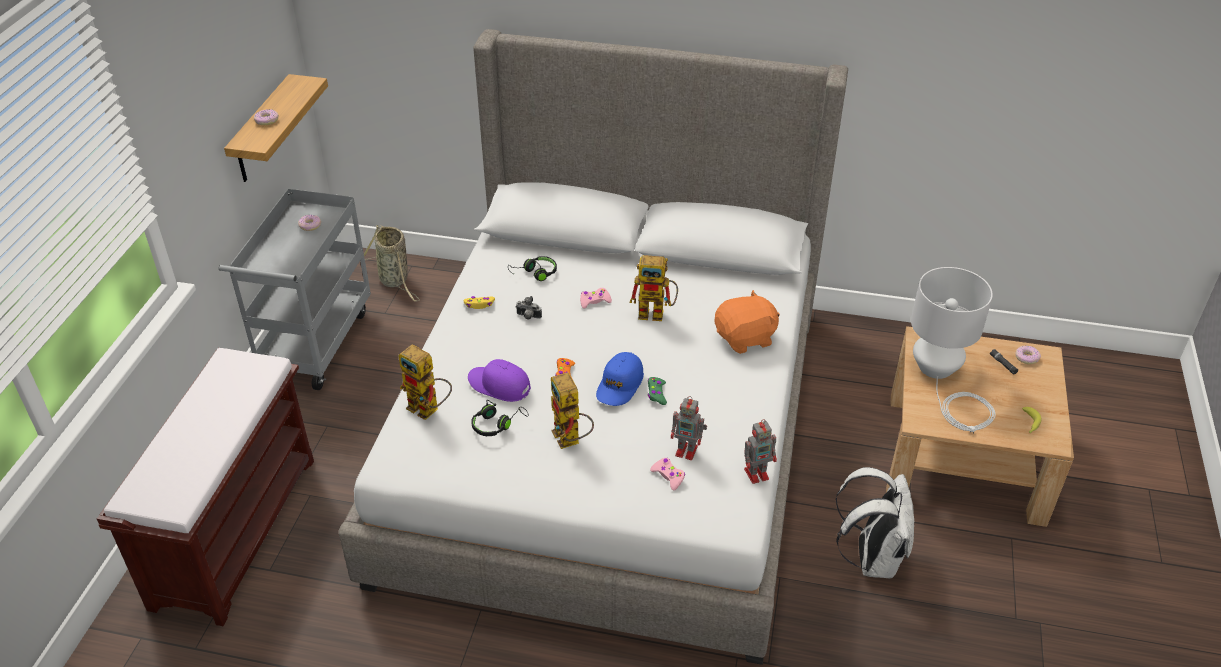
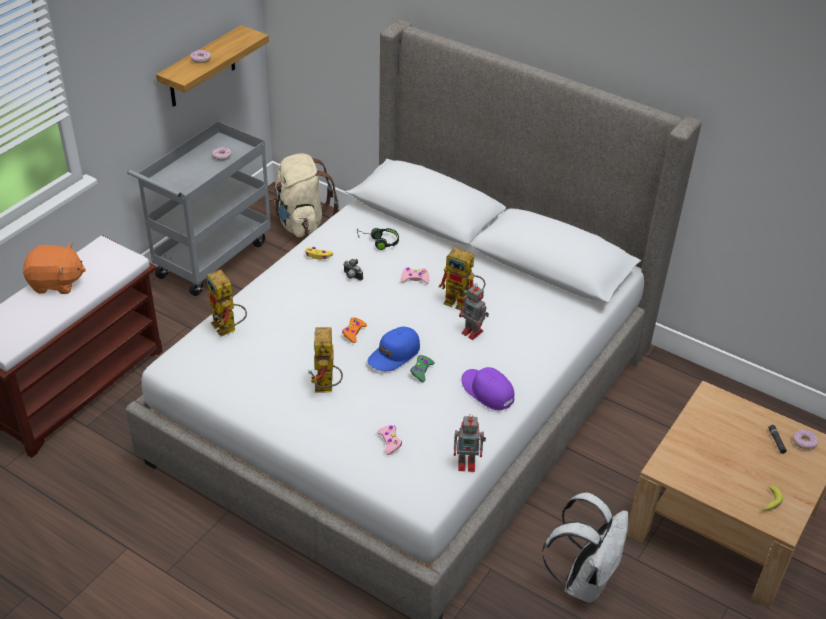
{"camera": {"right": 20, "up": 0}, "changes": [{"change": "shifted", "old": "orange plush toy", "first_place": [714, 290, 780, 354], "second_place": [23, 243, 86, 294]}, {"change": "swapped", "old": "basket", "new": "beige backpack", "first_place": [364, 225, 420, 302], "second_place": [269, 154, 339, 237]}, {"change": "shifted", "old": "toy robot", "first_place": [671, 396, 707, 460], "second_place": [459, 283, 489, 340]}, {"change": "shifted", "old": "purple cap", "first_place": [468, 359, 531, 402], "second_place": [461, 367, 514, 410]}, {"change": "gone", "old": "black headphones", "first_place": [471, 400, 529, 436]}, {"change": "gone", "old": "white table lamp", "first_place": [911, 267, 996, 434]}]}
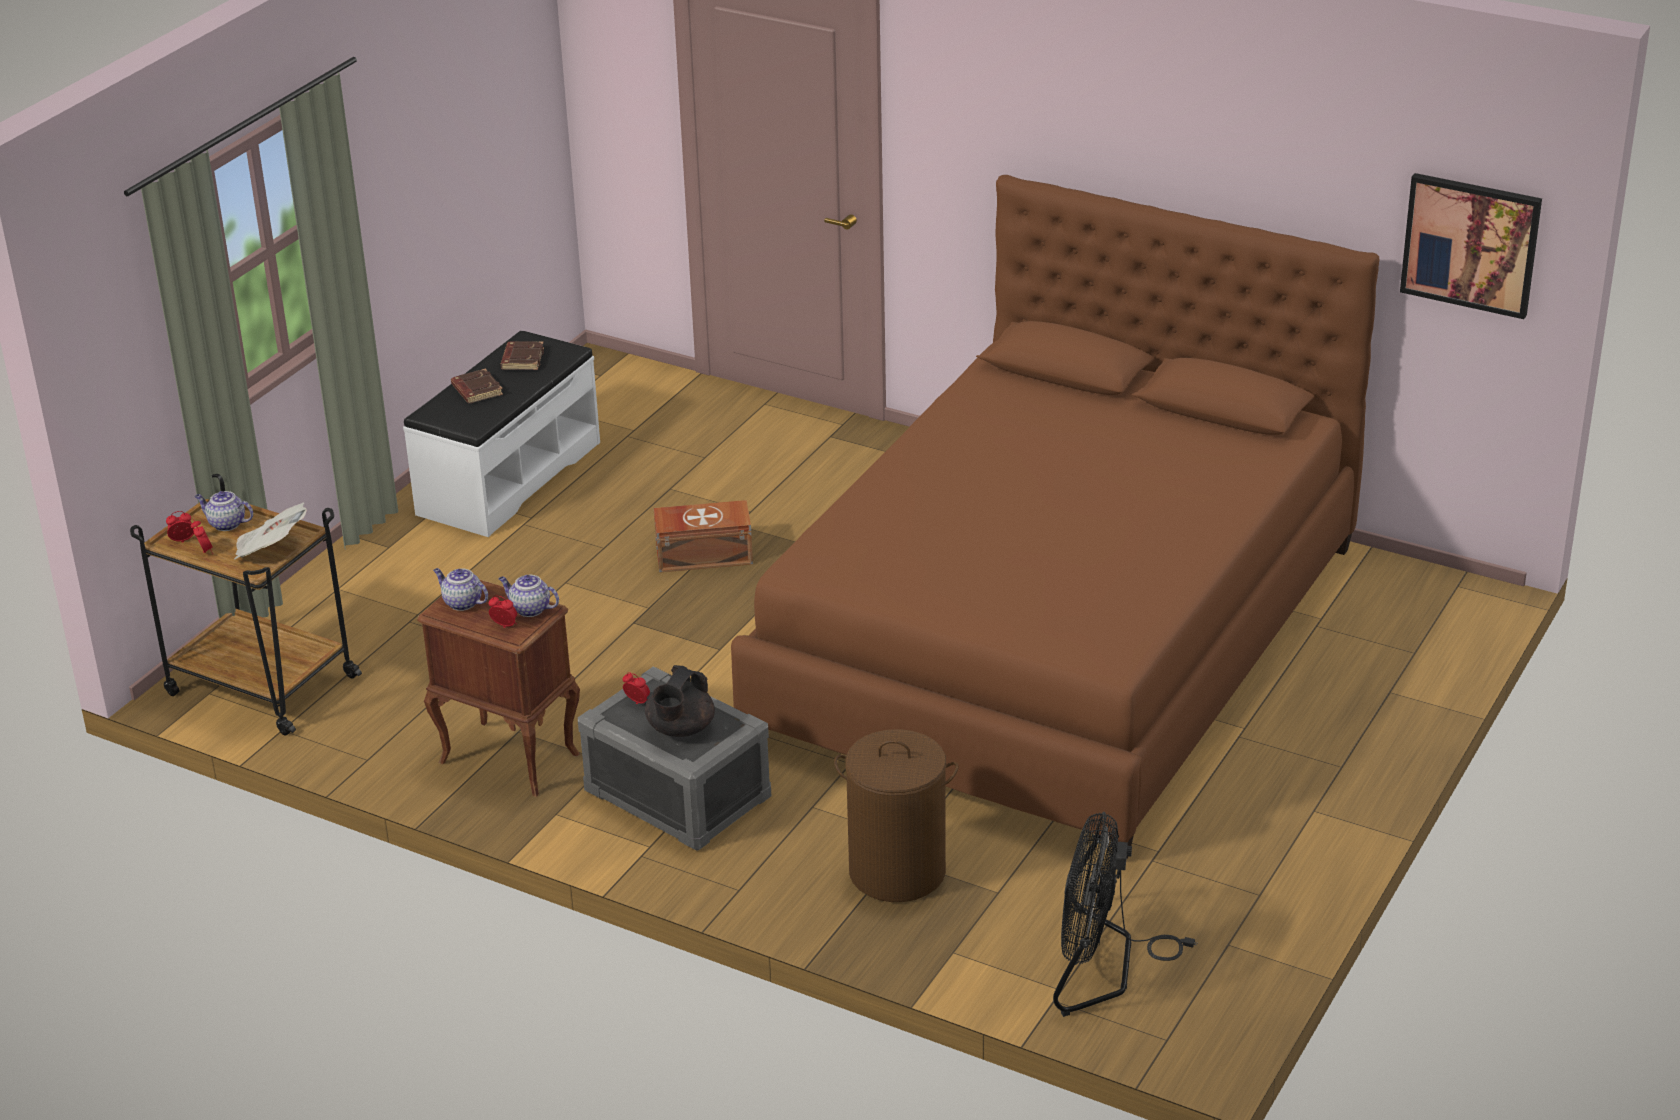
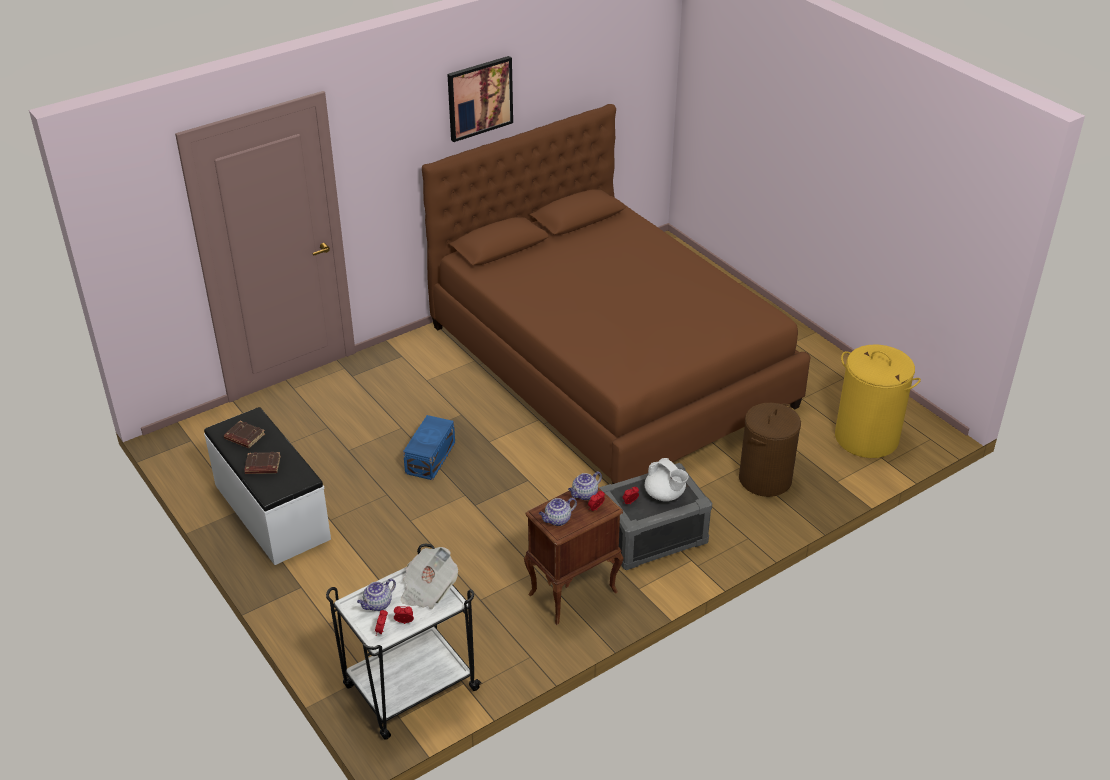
{"camera": {"right": -65, "up": 5}, "changes": [{"change": "repainted", "old": "brown cart", "new": "white cart", "first_place": [130, 474, 362, 736], "second_place": [326, 544, 481, 740]}, {"change": "repainted", "old": "brown storage box", "new": "blue storage box", "first_place": [654, 500, 753, 573], "second_place": [403, 415, 455, 480]}, {"change": "shifted", "old": "picture", "first_place": [1400, 173, 1542, 319], "second_place": [447, 56, 513, 142]}, {"change": "repainted", "old": "black teapot", "new": "white teapot", "first_place": [645, 665, 715, 737], "second_place": [645, 458, 689, 501]}, {"change": "swapped", "old": "black fan", "new": "yellow laundry basket", "first_place": [1053, 812, 1198, 1017], "second_place": [835, 344, 921, 458]}]}
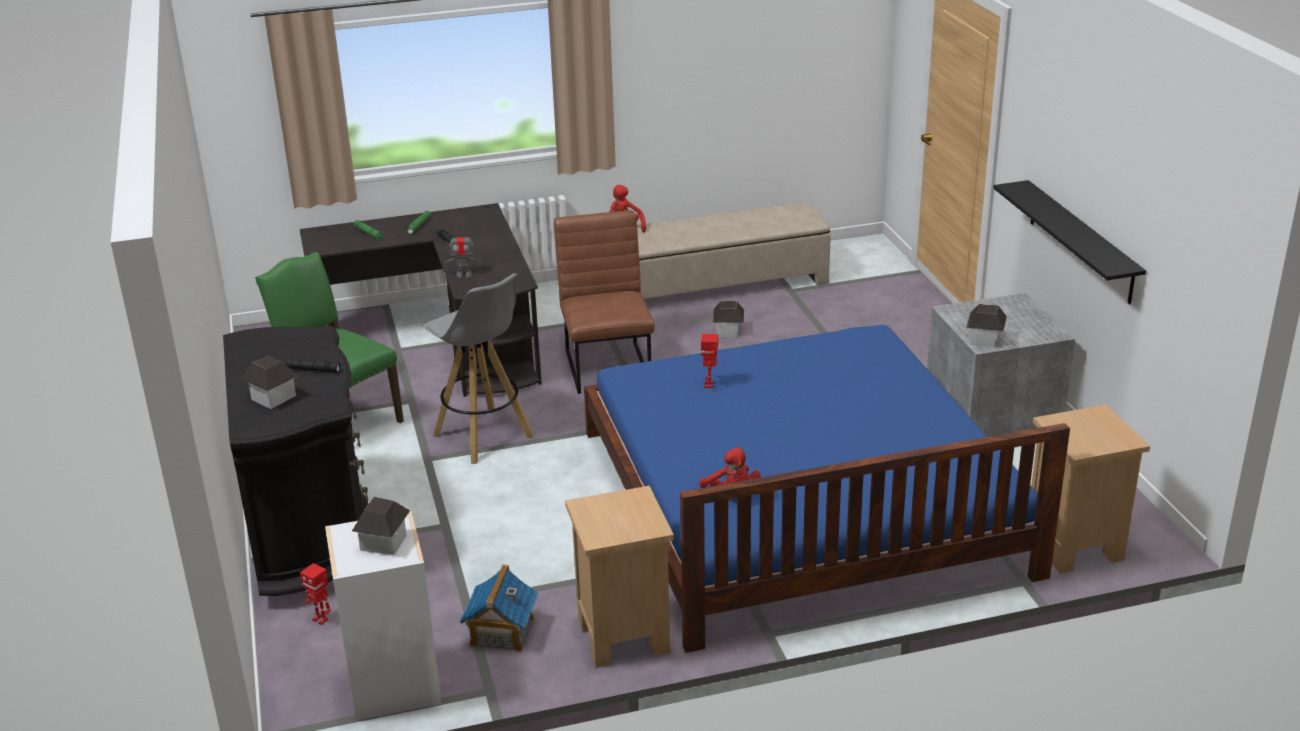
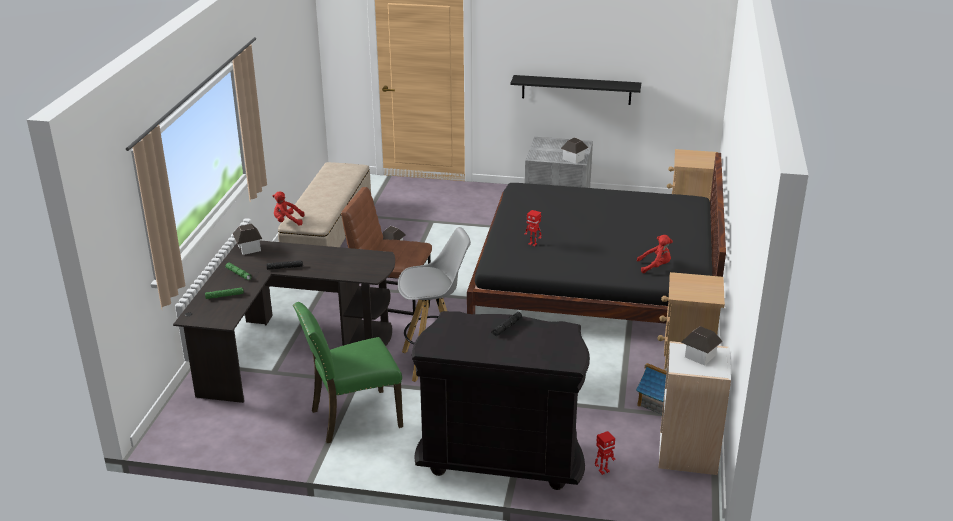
{"camera": {"right": -65, "up": 0}, "changes": [{"change": "shifted", "old": "toy house", "first_place": [241, 356, 298, 409], "second_place": [233, 224, 262, 255]}, {"change": "repainted", "old": "blue bed", "new": "black bed", "first_place": [584, 325, 1070, 653], "second_place": [467, 153, 726, 324]}, {"change": "gone", "old": "toy robot", "first_place": [445, 230, 481, 278]}]}
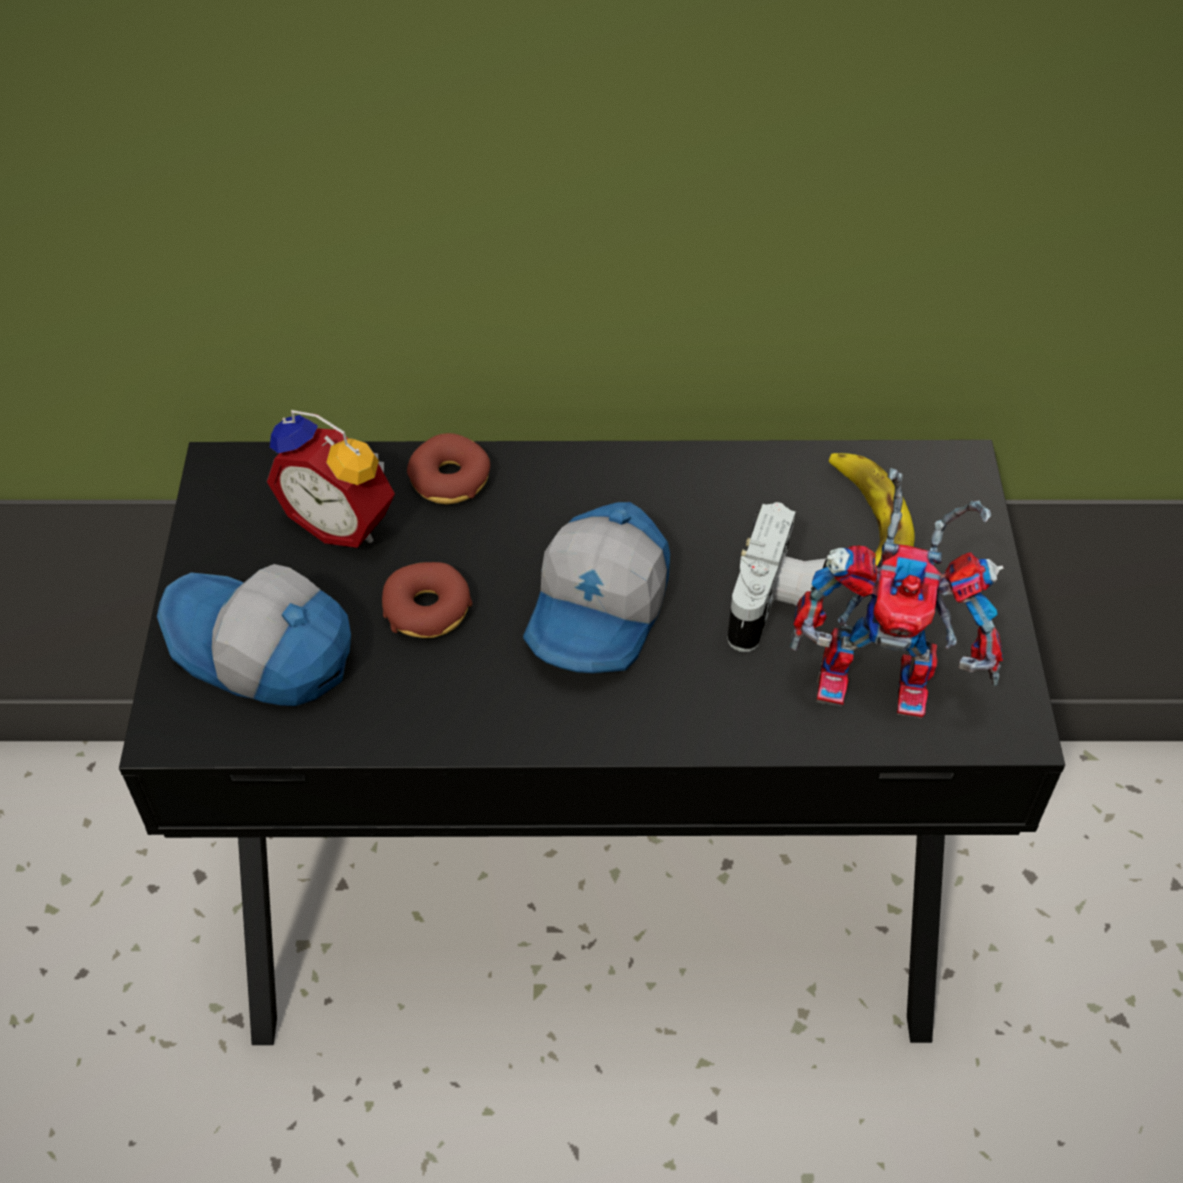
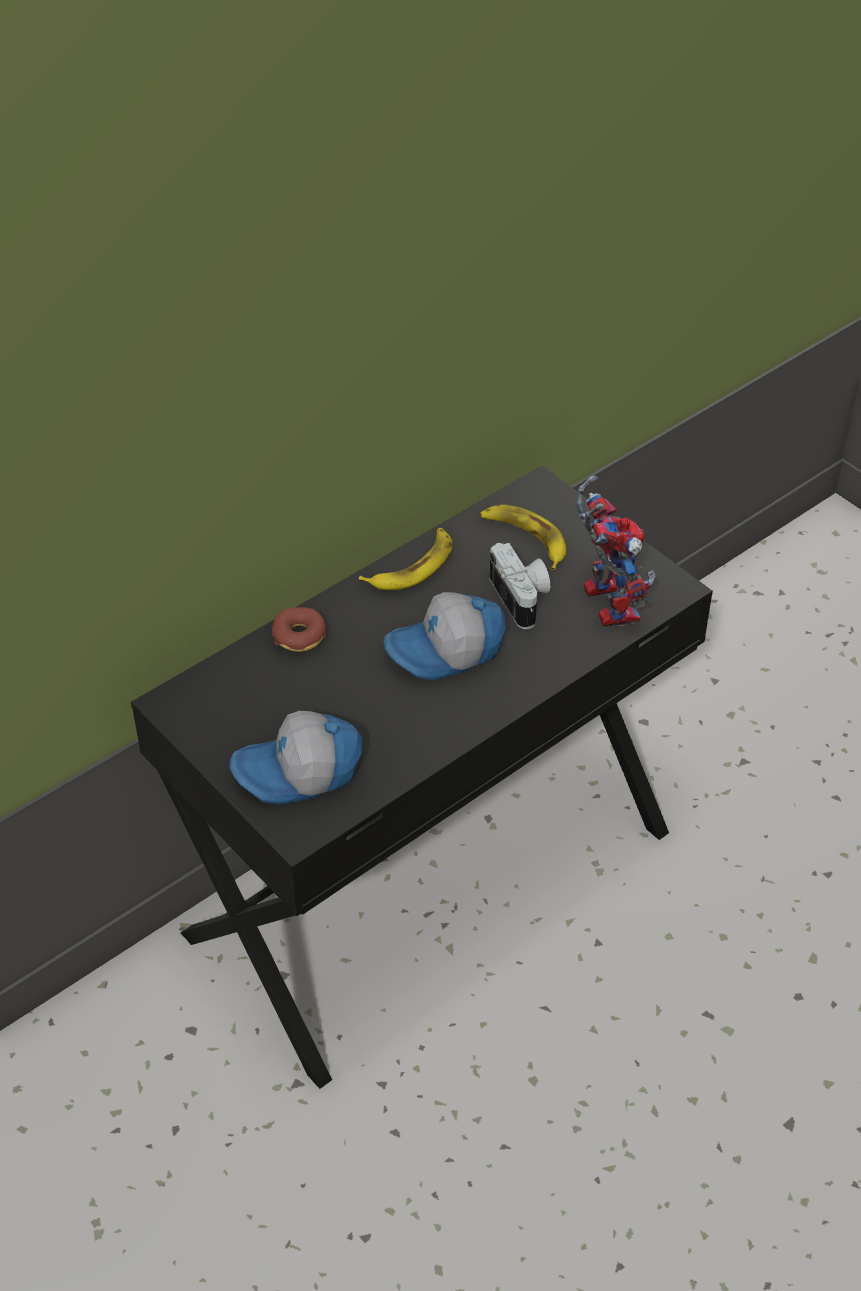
{"camera": {"right": -40, "up": -5}, "changes": [{"change": "new", "new": "banana", "second_place": [359, 528, 453, 590]}, {"change": "rotated", "old": "cap", "first_place": [523, 502, 670, 673], "second_place": [383, 592, 506, 680], "degrees": 90}, {"change": "rotated", "old": "toy robot", "first_place": [789, 468, 1004, 719], "second_place": [577, 476, 656, 628], "degrees": -75}, {"change": "gone", "old": "alarm clock", "first_place": [267, 410, 395, 548]}, {"change": "gone", "old": "donut", "first_place": [382, 562, 472, 638]}]}
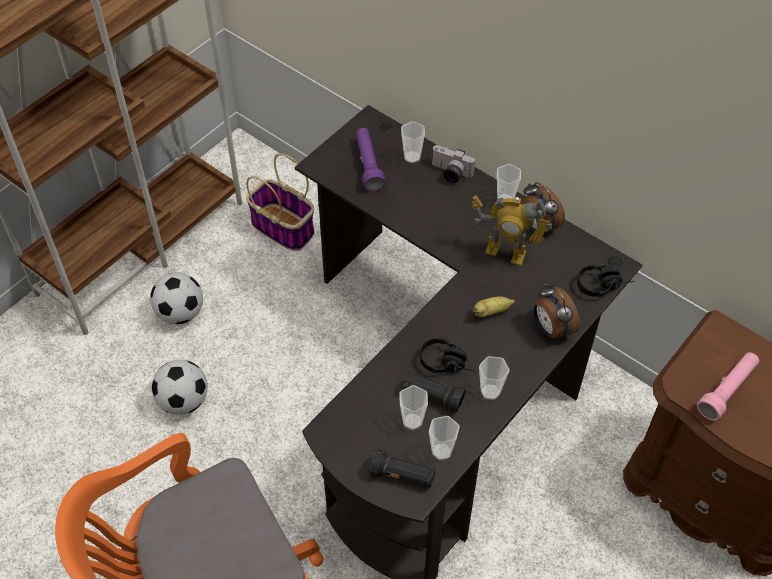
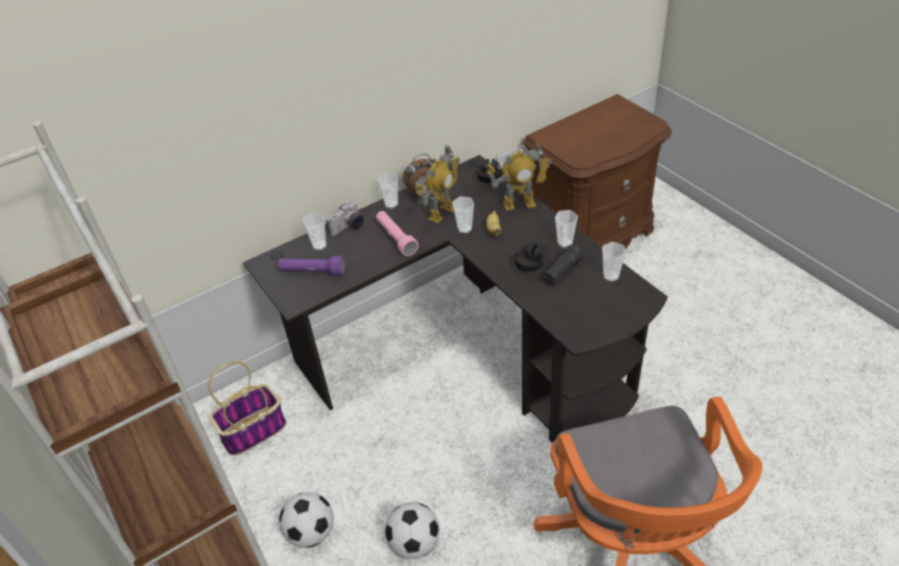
{"camera": {"right": -70, "up": -10}, "changes": [{"change": "shifted", "old": "pink flashlight", "first_place": [697, 352, 759, 421], "second_place": [376, 211, 419, 256]}, {"change": "shifted", "old": "cup", "first_place": [399, 385, 428, 430], "second_place": [452, 196, 474, 233]}, {"change": "swapped", "old": "alarm clock", "new": "toy robot", "first_place": [534, 284, 580, 340], "second_place": [486, 141, 552, 211]}, {"change": "gone", "old": "black flashlight", "first_place": [369, 449, 435, 488]}]}
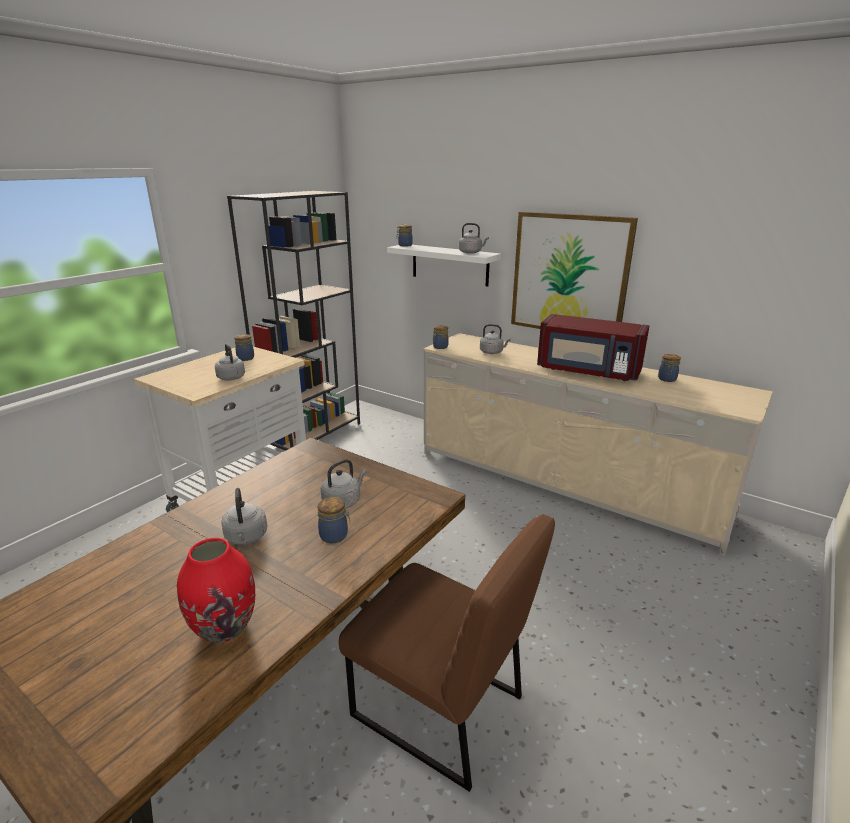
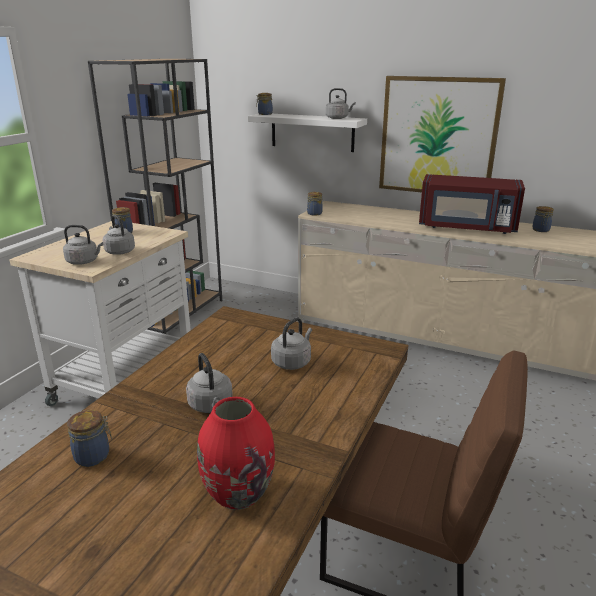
{"camera": {"right": -10, "up": 0}, "changes": [{"change": "shifted", "old": "grey kettle", "first_place": [480, 324, 511, 354], "second_place": [63, 225, 103, 265]}, {"change": "shifted", "old": "jar", "first_place": [318, 497, 350, 543], "second_place": [67, 410, 112, 467]}]}
